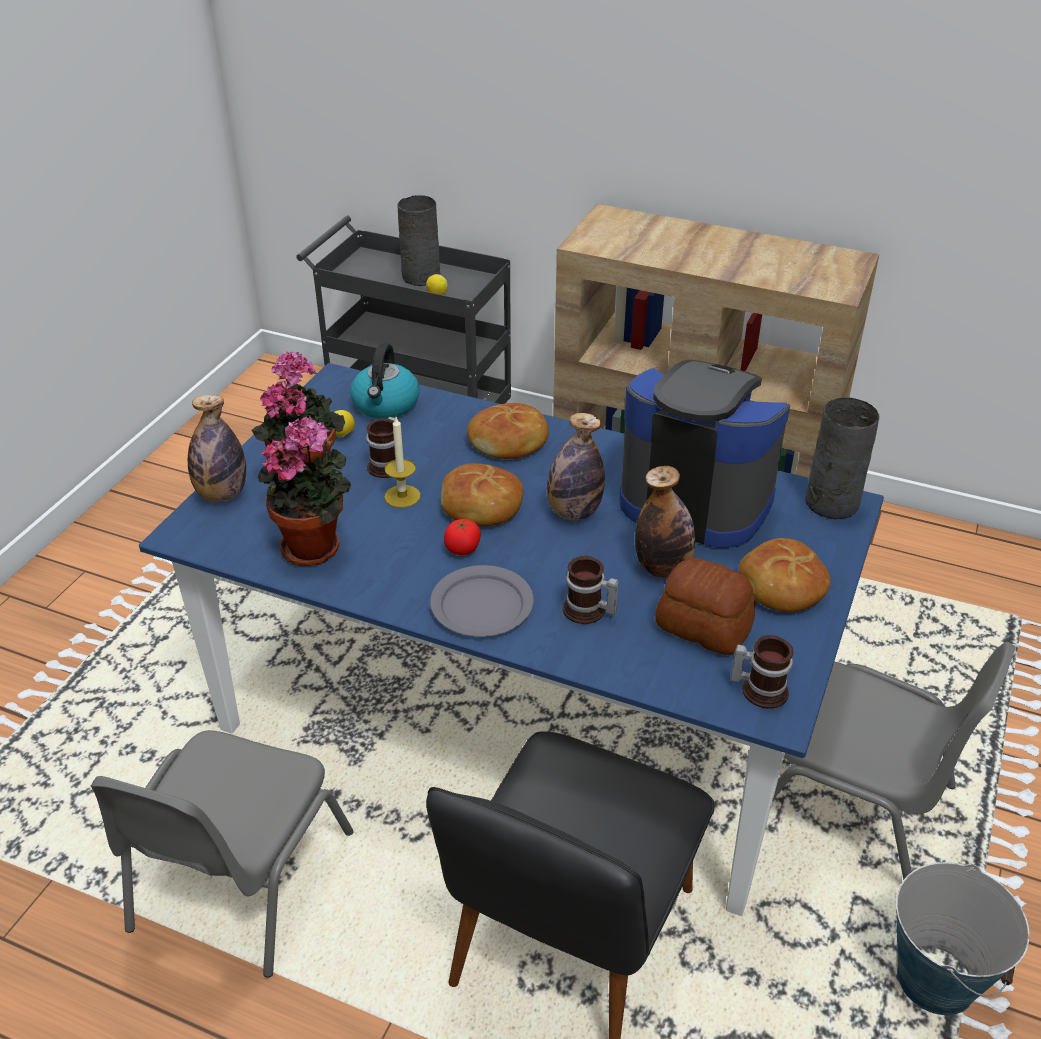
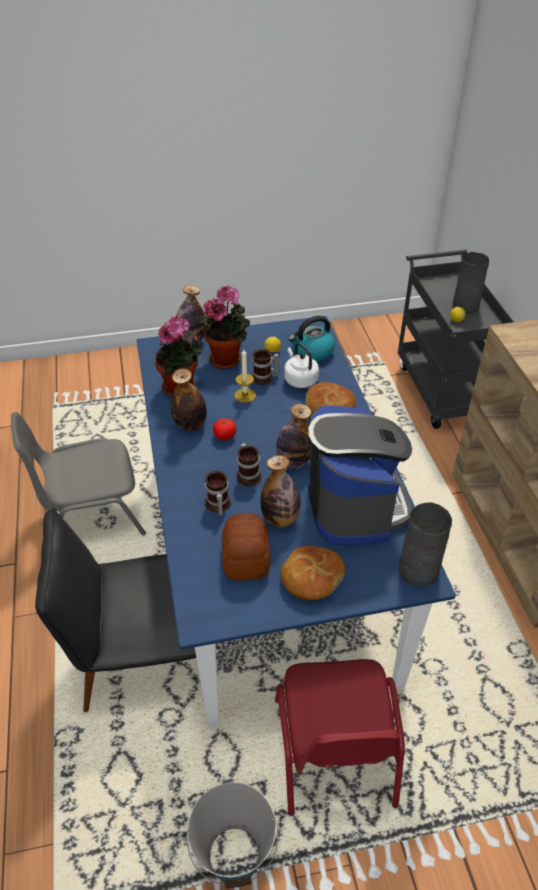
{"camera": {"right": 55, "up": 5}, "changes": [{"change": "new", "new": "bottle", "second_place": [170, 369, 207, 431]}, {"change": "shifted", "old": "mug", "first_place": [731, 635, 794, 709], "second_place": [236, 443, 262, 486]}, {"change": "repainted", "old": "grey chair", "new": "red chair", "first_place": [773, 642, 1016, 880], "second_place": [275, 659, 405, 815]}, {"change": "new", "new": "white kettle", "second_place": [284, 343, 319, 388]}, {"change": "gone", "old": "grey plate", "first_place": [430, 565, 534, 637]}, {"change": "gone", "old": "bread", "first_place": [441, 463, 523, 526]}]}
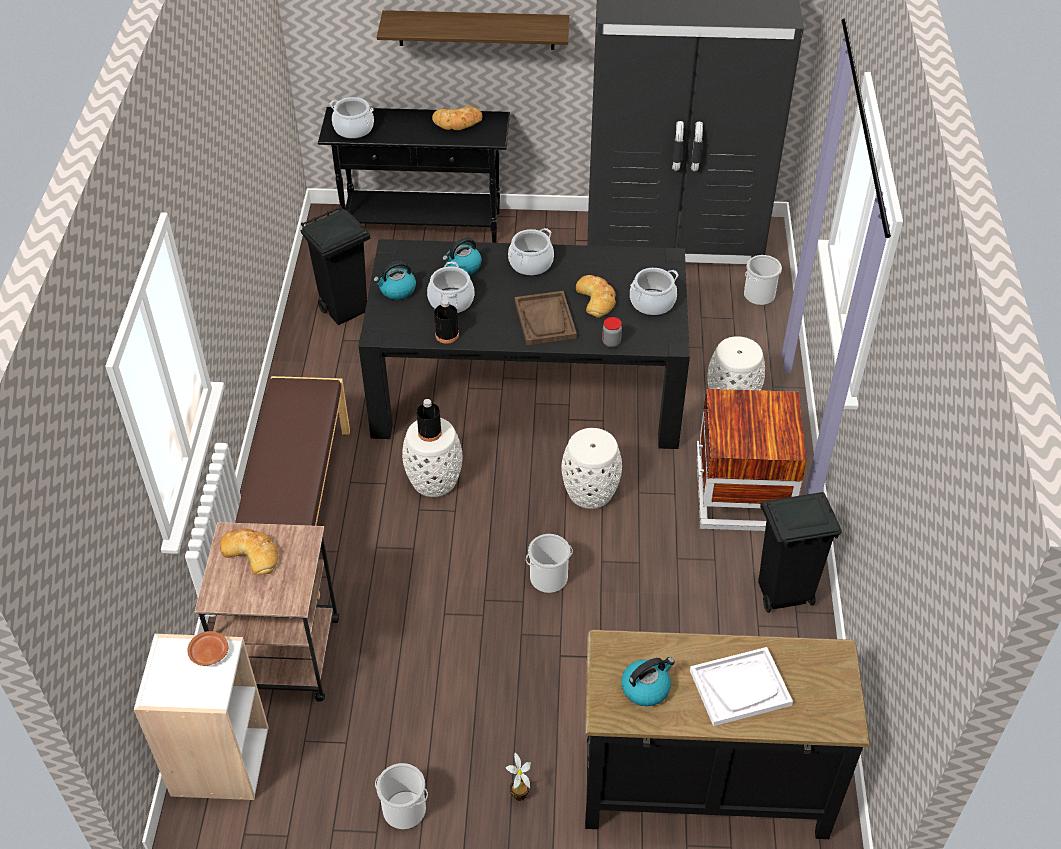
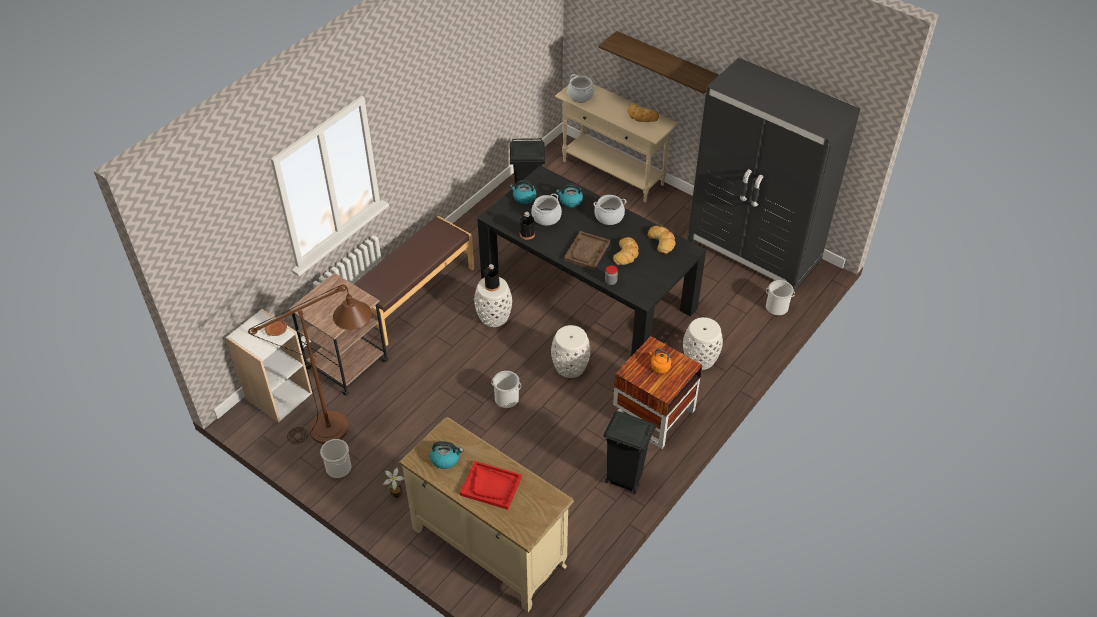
{"camera": {"right": 35, "up": 0}, "changes": [{"change": "new", "new": "brown floor lamp", "second_place": [248, 285, 372, 444]}, {"change": "repainted", "old": "black dresser", "new": "beige dresser", "first_place": [585, 630, 870, 839], "second_place": [399, 417, 574, 612]}, {"change": "repainted", "old": "white tray", "new": "red tray", "first_place": [690, 647, 793, 726], "second_place": [460, 461, 522, 510]}, {"change": "repainted", "old": "black console table", "new": "beige console table", "first_place": [318, 107, 510, 243], "second_place": [555, 84, 679, 202]}, {"change": "shifted", "old": "bread", "first_place": [220, 528, 278, 575], "second_place": [648, 226, 676, 254]}, {"change": "new", "new": "orange kettle", "second_place": [648, 349, 671, 373]}, {"change": "gone", "old": "cooking pot", "first_place": [630, 268, 679, 315]}]}
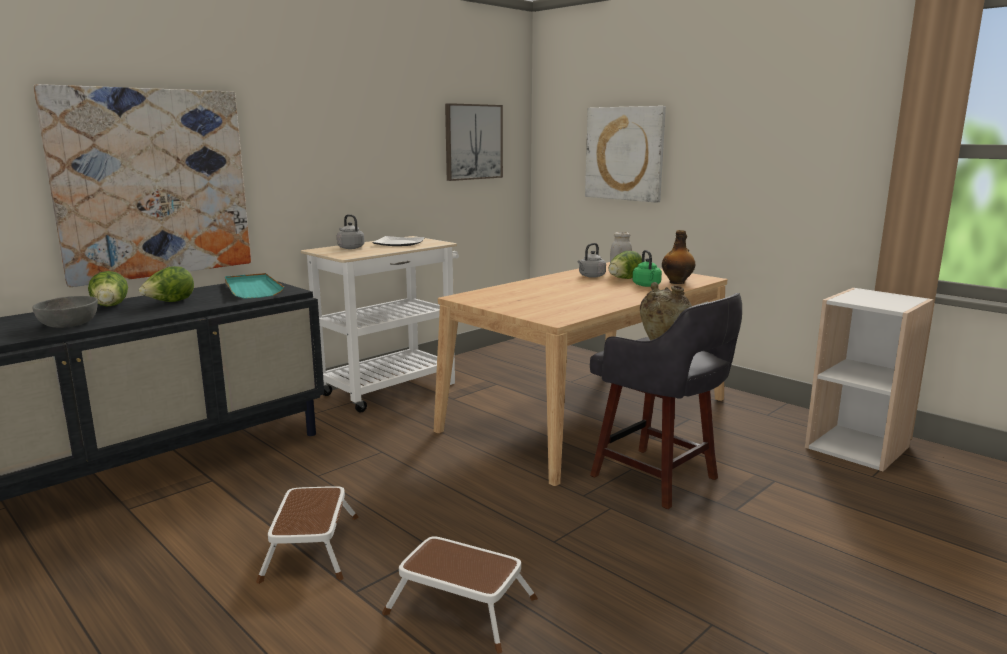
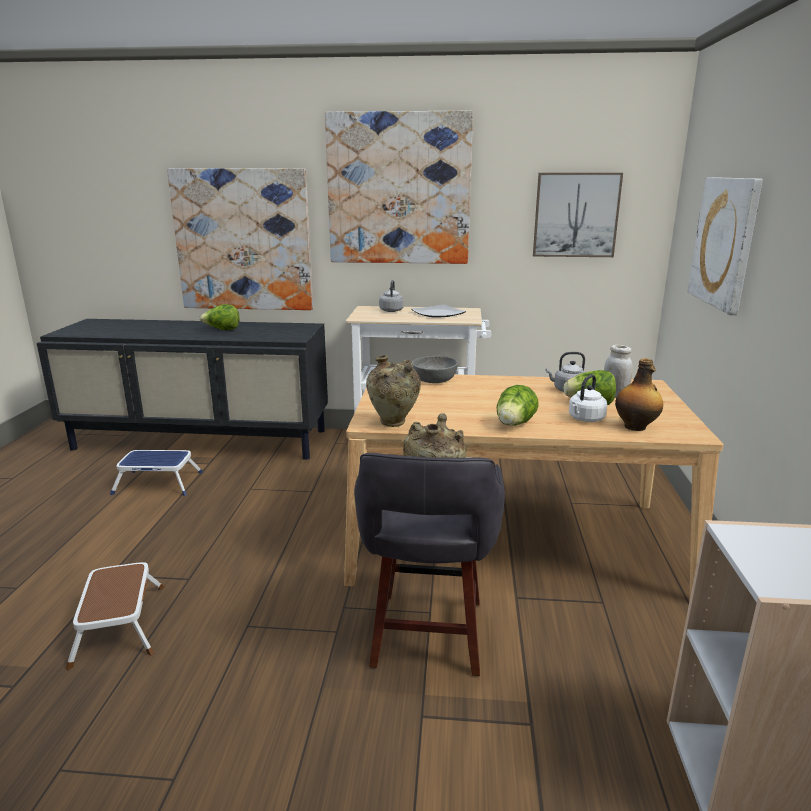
{"camera": {"right": 50, "up": 5}, "changes": [{"change": "new", "new": "blue step ladder", "second_place": [110, 450, 203, 496]}, {"change": "new", "new": "picture", "second_place": [325, 111, 473, 264]}, {"change": "new", "new": "beige vase", "second_place": [366, 355, 421, 427]}, {"change": "shifted", "old": "grey bowl", "first_place": [32, 296, 98, 328], "second_place": [412, 356, 458, 383]}, {"change": "shifted", "old": "lettuce", "first_place": [88, 271, 128, 306], "second_place": [497, 385, 539, 426]}, {"change": "repainted", "old": "green kettle", "new": "white kettle", "first_place": [633, 250, 662, 287], "second_place": [569, 374, 607, 422]}, {"change": "gone", "old": "turquoise tray", "first_place": [225, 273, 284, 299]}, {"change": "gone", "old": "brown step ladder", "first_place": [256, 486, 358, 584]}]}
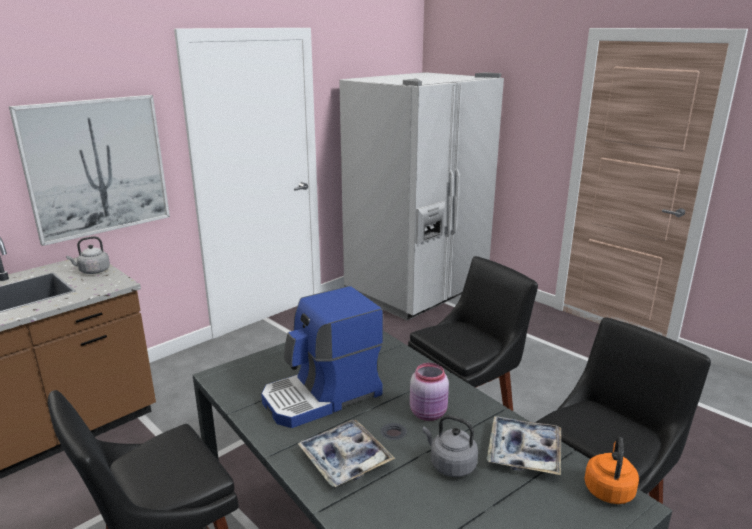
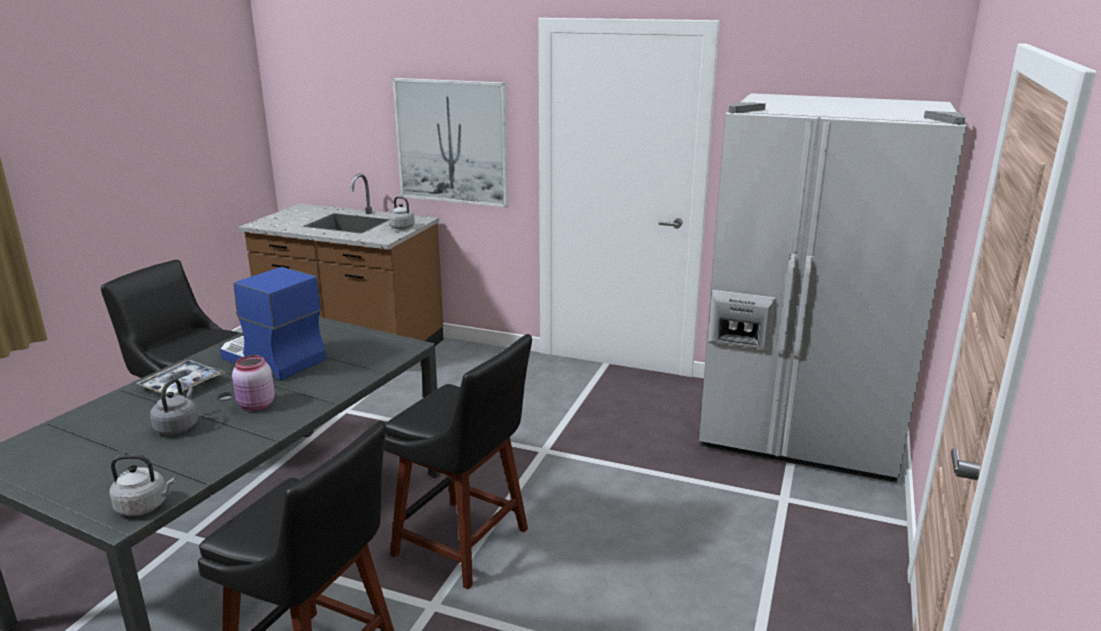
{"camera": {"right": 65, "up": 0}, "changes": [{"change": "repainted", "old": "orange kettle", "new": "grey kettle", "first_place": [584, 437, 639, 504], "second_place": [109, 455, 175, 516]}, {"change": "gone", "old": "tray", "first_place": [487, 416, 561, 475]}]}
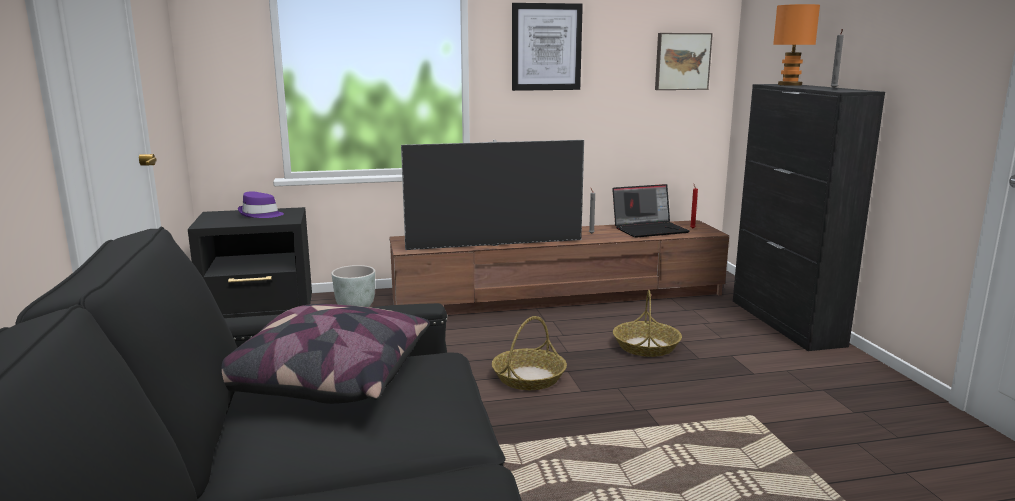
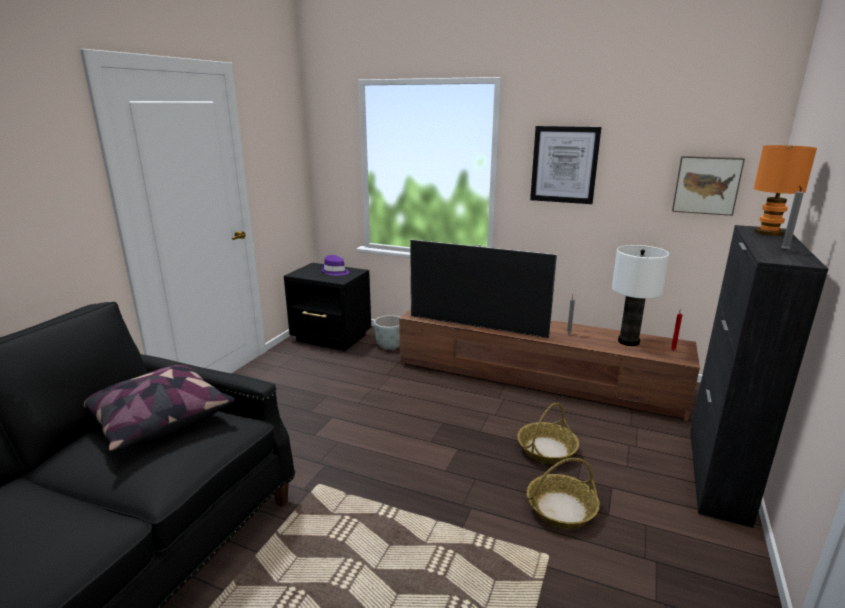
{"camera": {"right": 35, "up": 5}, "changes": [{"change": "shifted", "old": "basket", "first_place": [492, 316, 567, 390], "second_place": [527, 458, 600, 529]}, {"change": "swapped", "old": "laptop", "new": "white table lamp", "first_place": [612, 184, 690, 238], "second_place": [612, 245, 669, 346]}]}
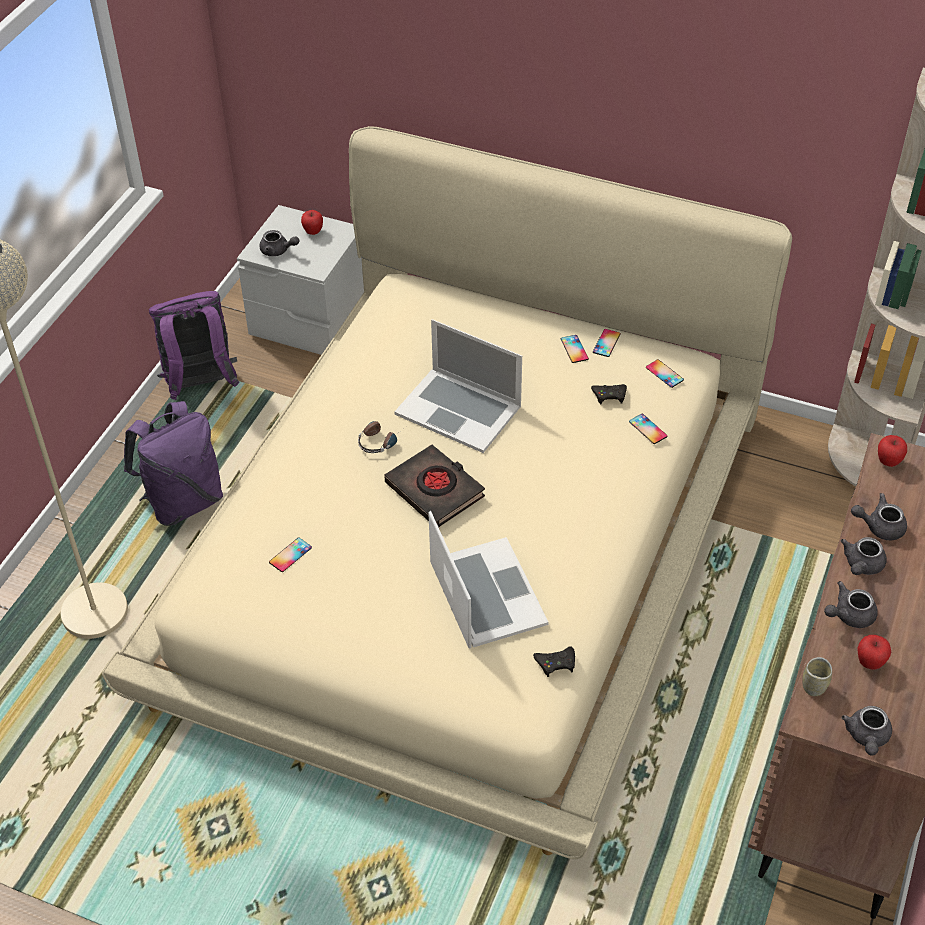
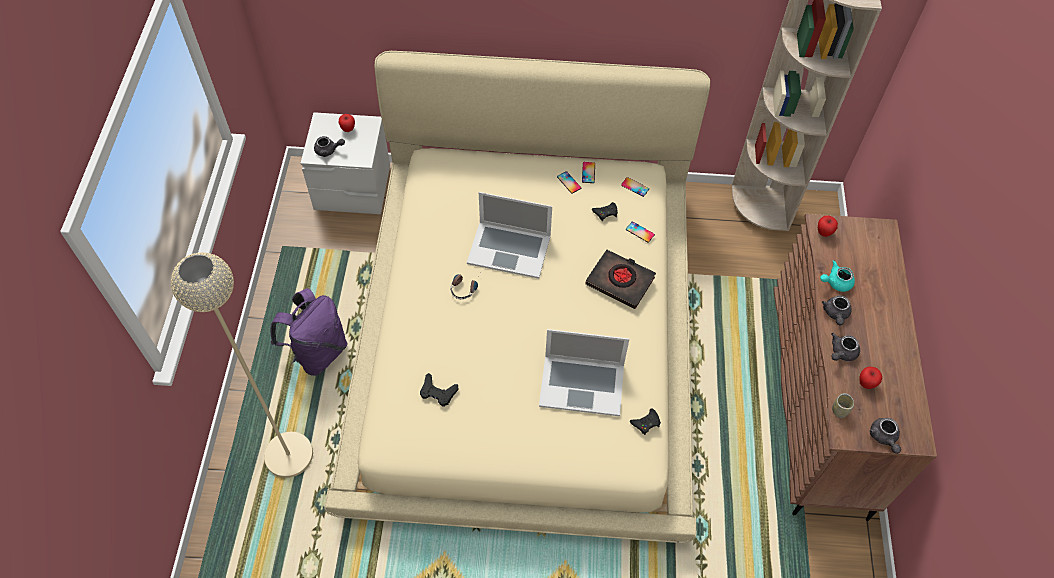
{"camera": {"right": -20, "up": 10}, "changes": [{"change": "swapped", "old": "phone", "new": "black game controller", "first_place": [269, 537, 312, 572], "second_place": [420, 373, 459, 406]}, {"change": "rotated", "old": "laptop", "first_place": [428, 511, 549, 648], "second_place": [539, 329, 629, 416], "degrees": 135}, {"change": "shifted", "old": "black book", "first_place": [385, 445, 485, 527], "second_place": [586, 250, 656, 309]}, {"change": "repainted", "old": "grey teapot", "new": "turquoise teapot", "first_place": [851, 493, 907, 540], "second_place": [820, 260, 855, 292]}, {"change": "gone", "old": "purple backpack", "first_place": [149, 291, 239, 400]}]}
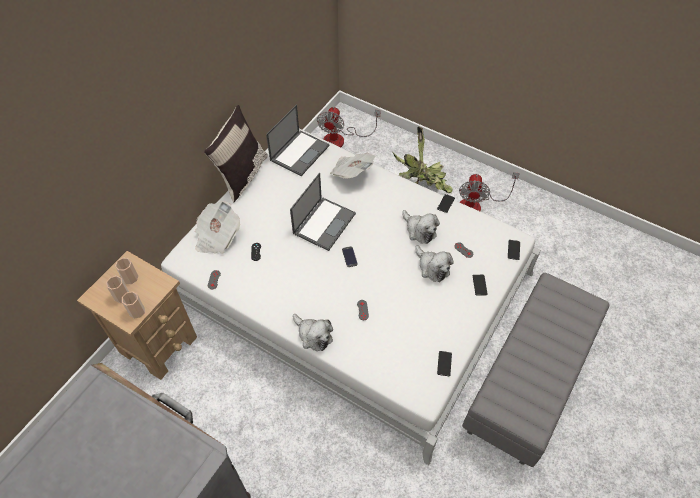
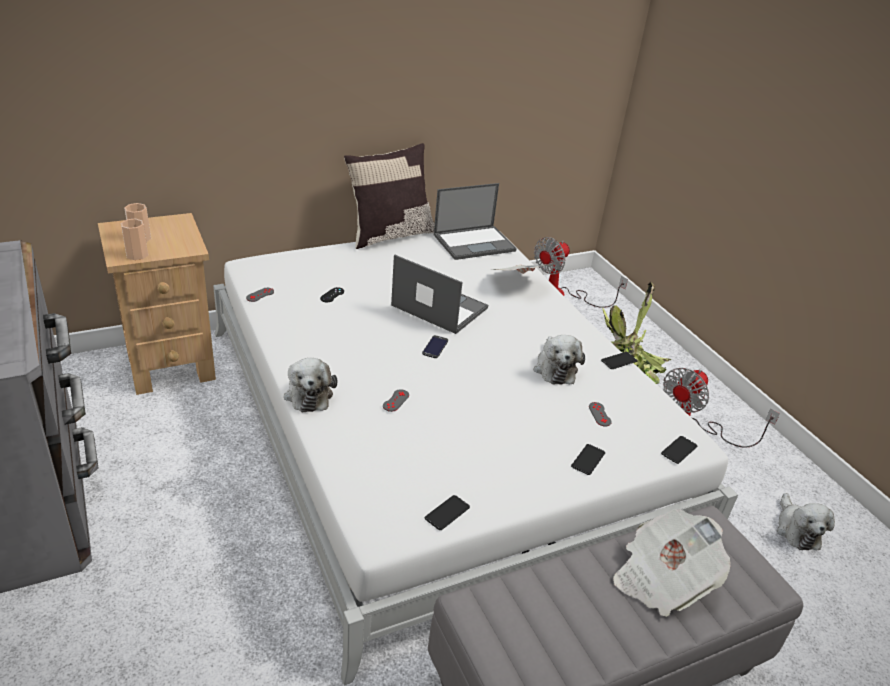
{"camera": {"right": 30, "up": -20}, "changes": [{"change": "rotated", "old": "laptop", "first_place": [290, 173, 356, 251], "second_place": [391, 254, 488, 334], "degrees": -120}, {"change": "shifted", "old": "newspaper", "first_place": [195, 201, 240, 254], "second_place": [613, 509, 731, 617]}, {"change": "shifted", "old": "plush toy", "first_place": [415, 245, 454, 282], "second_place": [776, 493, 835, 550]}, {"change": "gone", "old": "cup", "first_place": [115, 258, 138, 284]}]}
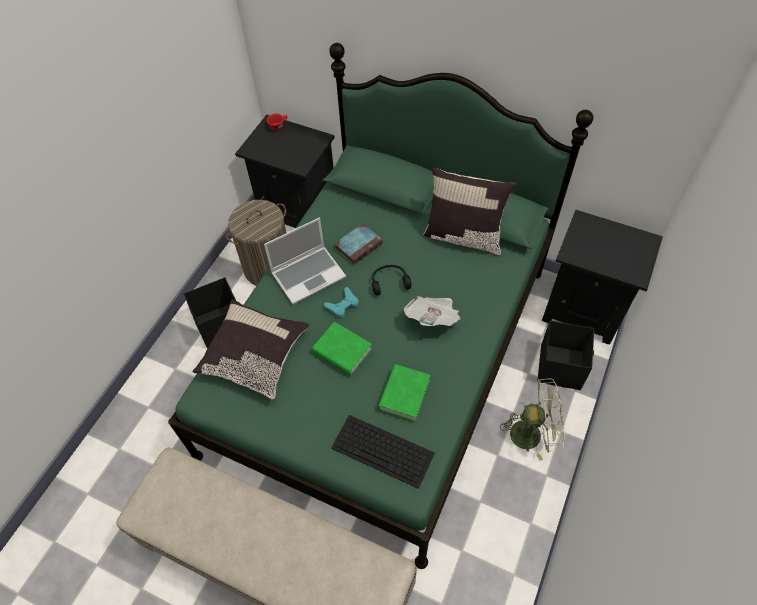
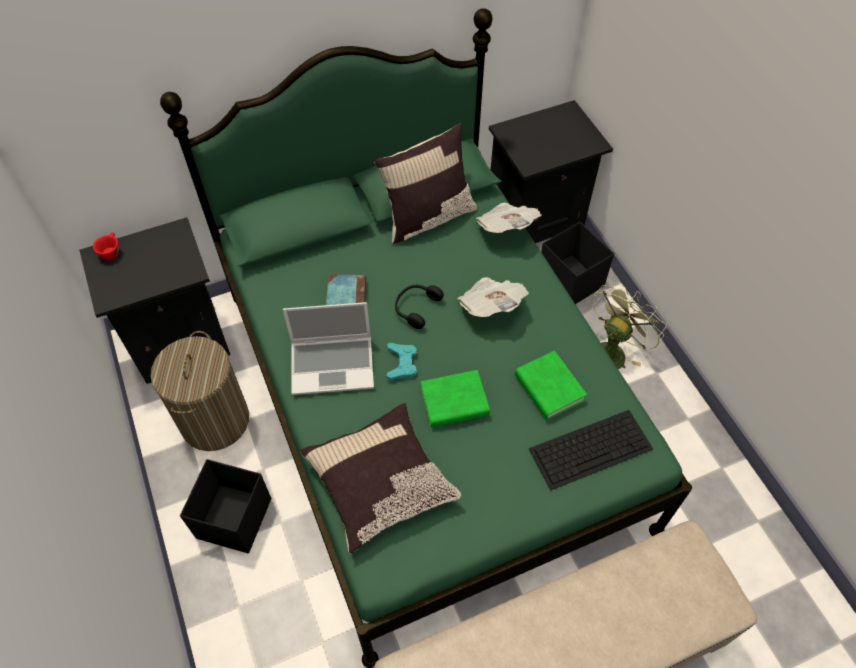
{"camera": {"right": -50, "up": 0}, "changes": [{"change": "rotated", "old": "laptop", "first_place": [264, 217, 346, 305], "second_place": [283, 302, 374, 395], "degrees": 75}, {"change": "new", "new": "newspaper", "second_place": [476, 202, 542, 233]}]}
